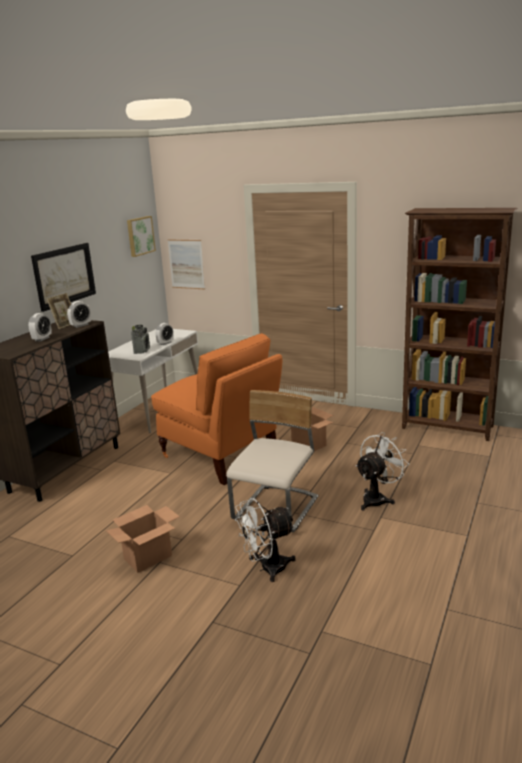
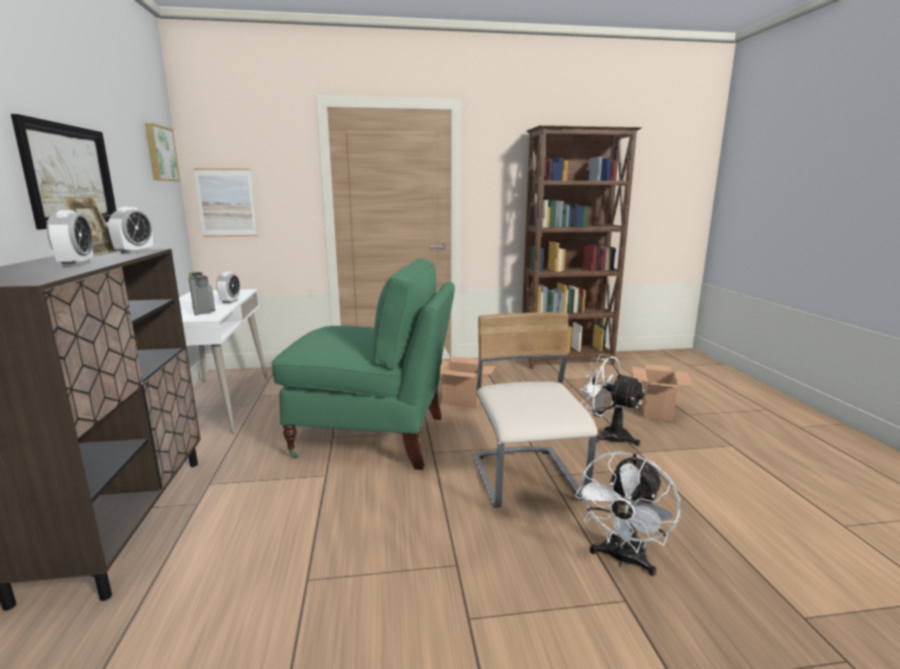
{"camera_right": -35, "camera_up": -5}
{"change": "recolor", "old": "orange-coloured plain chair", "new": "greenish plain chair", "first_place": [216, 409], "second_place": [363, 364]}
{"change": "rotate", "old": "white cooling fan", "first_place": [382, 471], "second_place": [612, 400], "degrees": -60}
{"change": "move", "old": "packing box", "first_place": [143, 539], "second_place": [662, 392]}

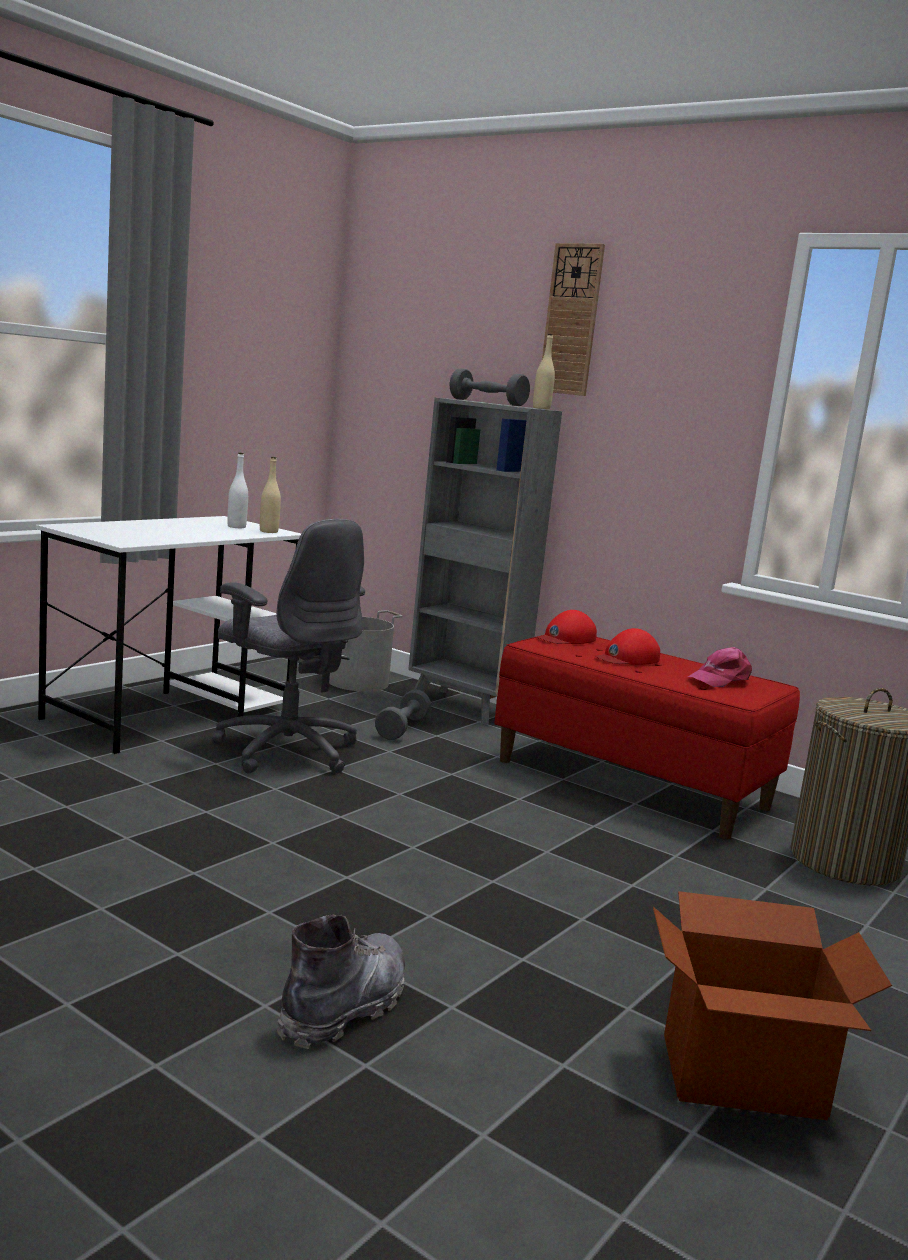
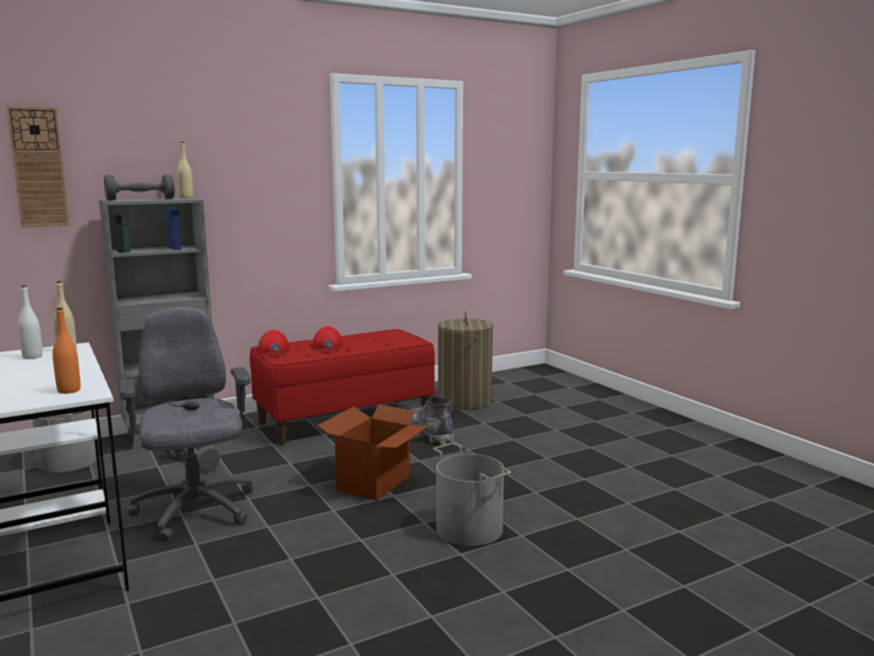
{"camera_right": -65, "camera_up": 0}
{"change": "move", "old": "hanging clock", "first_place": [573, 319], "second_place": [38, 166]}
{"change": "rotate", "old": "gray computer chair", "first_place": [288, 646], "second_place": [186, 424], "degrees": -90}
{"change": "delete", "old": "pink-coloured cap", "first_place": [720, 667]}
{"change": "move", "old": "packing box", "first_place": [772, 1005], "second_place": [373, 452]}
{"change": "move", "old": "gray boot", "first_place": [340, 982], "second_place": [431, 419]}
{"change": "insert", "new": "orange-coloured drink bottle", "second_place": [67, 350]}
{"change": "insert", "new": "gray water bucket", "second_place": [472, 494]}

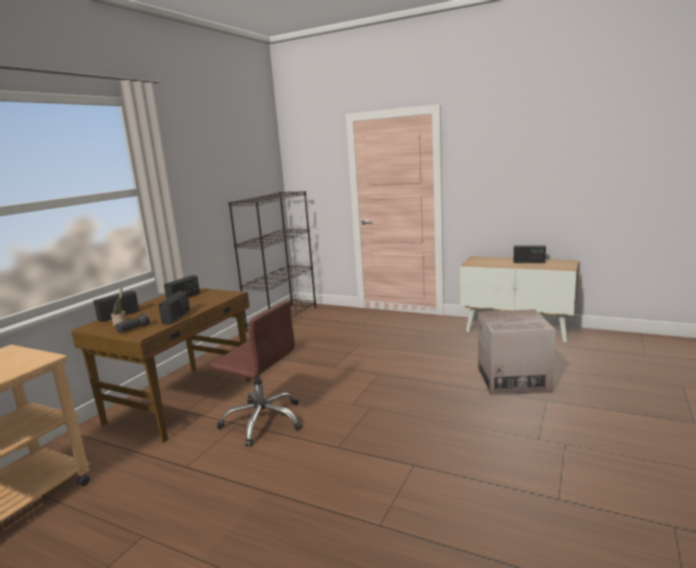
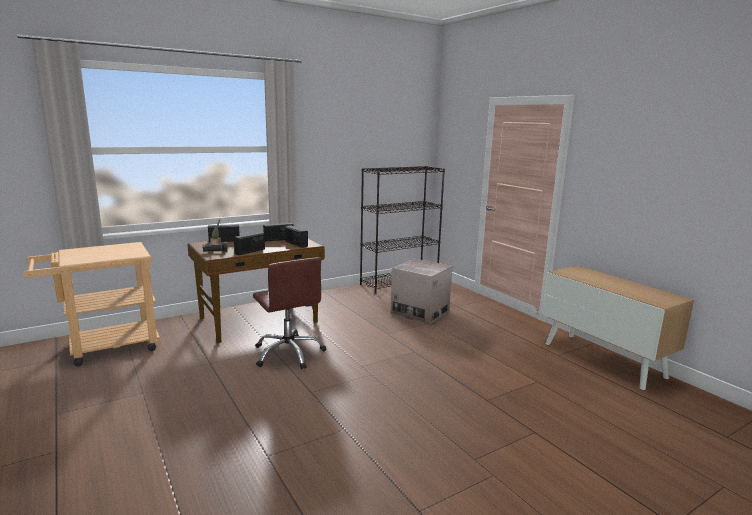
{"camera_right": 30, "camera_up": 0}
{"change": "move", "old": "radio", "first_place": [530, 254], "second_place": [296, 237]}
{"change": "move", "old": "packing box", "first_place": [517, 352], "second_place": [421, 292]}

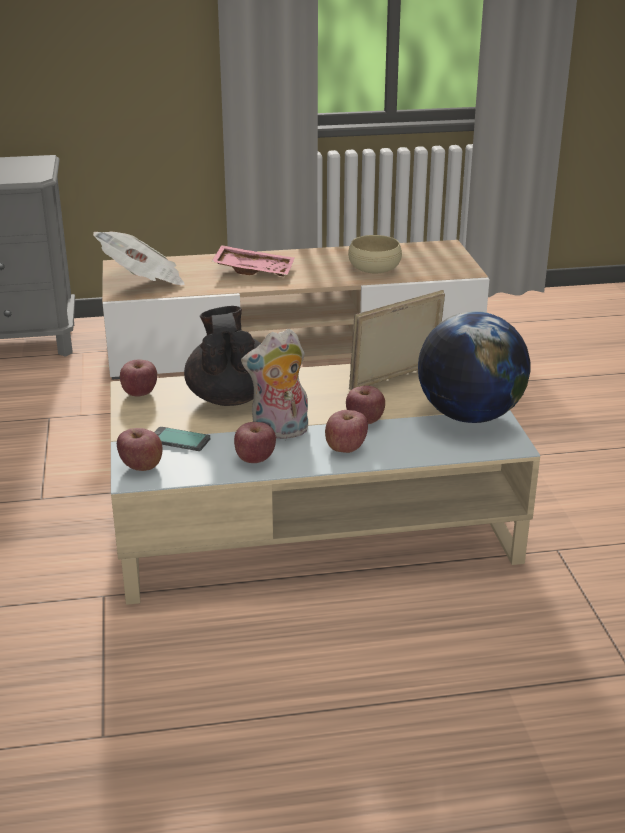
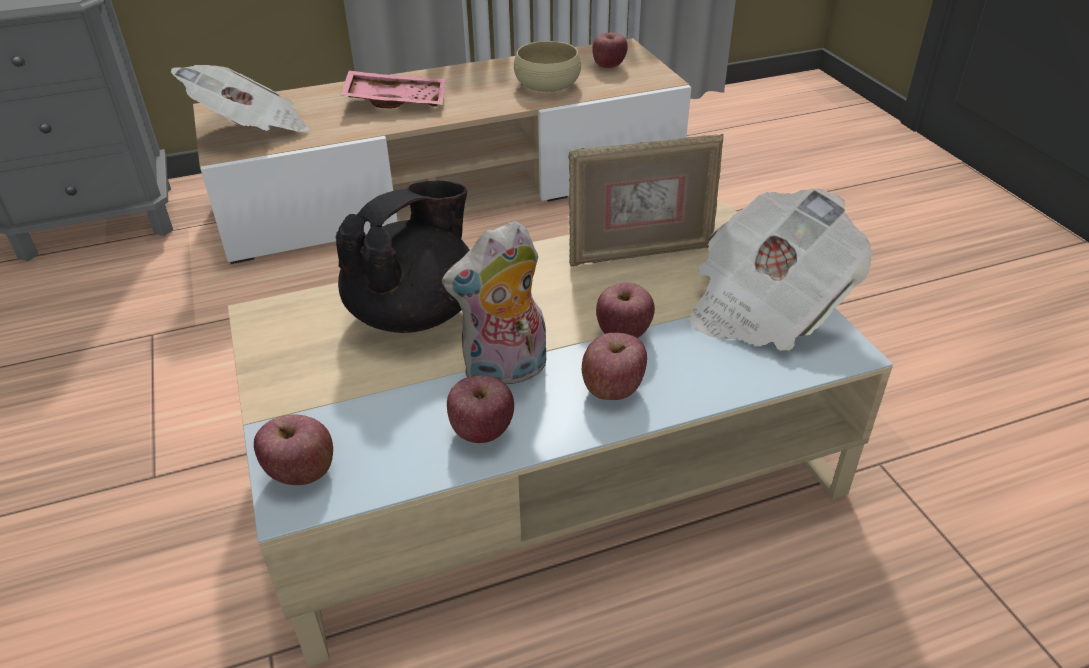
{"camera_right": -10, "camera_up": 10}
{"change": "rotate", "old": "photo frame", "first_place": [397, 340], "second_place": [645, 200], "degrees": -150}
{"change": "rotate", "old": "black-coloured teapot", "first_place": [222, 356], "second_place": [402, 257], "degrees": 60}
{"change": "replace", "old": "globe", "new": "printed paper", "first_place": [474, 367], "second_place": [781, 270]}
{"change": "move", "old": "whole apple", "first_place": [138, 378], "second_place": [610, 50]}
{"change": "delete", "old": "handset", "first_place": [182, 439]}

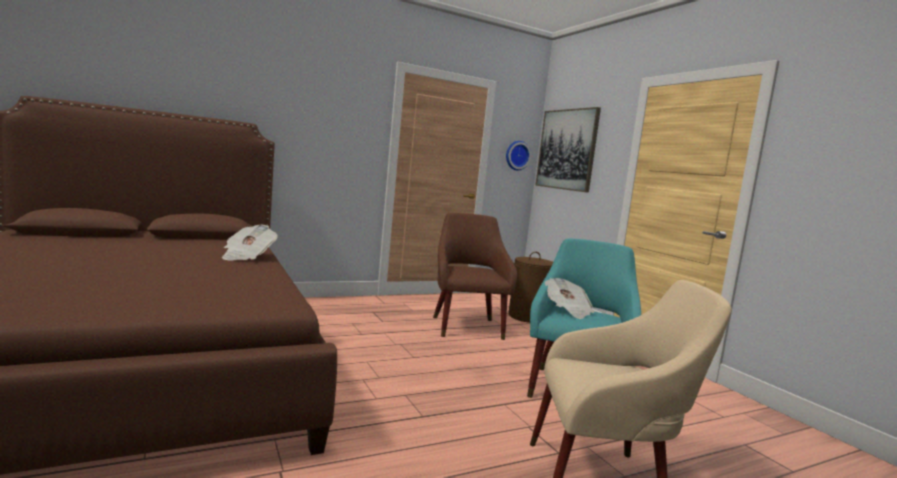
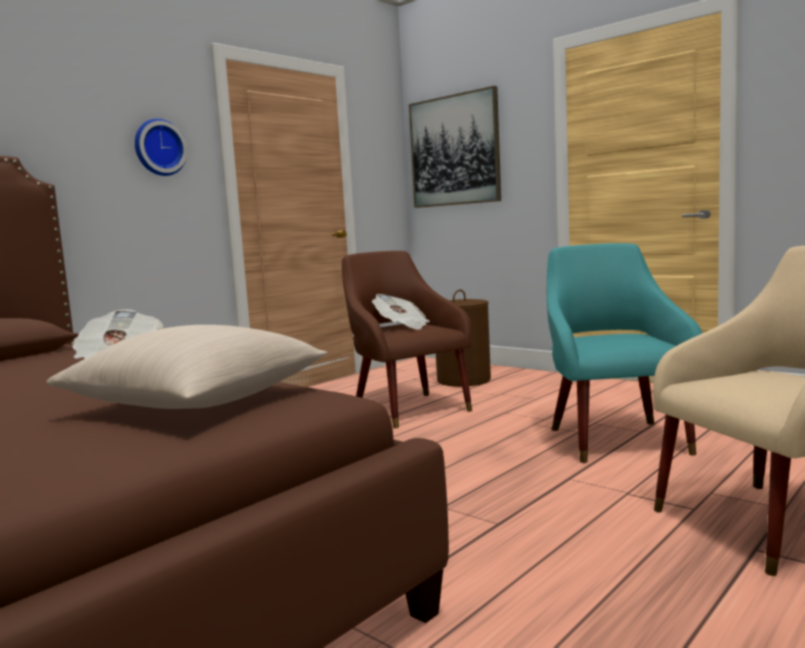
{"camera_right": -20, "camera_up": 0}
{"change": "move", "old": "hanging clock", "first_place": [518, 156], "second_place": [161, 147]}
{"change": "move", "old": "printed paper", "first_place": [570, 298], "second_place": [401, 312]}
{"change": "insert", "new": "beige cushion", "second_place": [187, 367]}

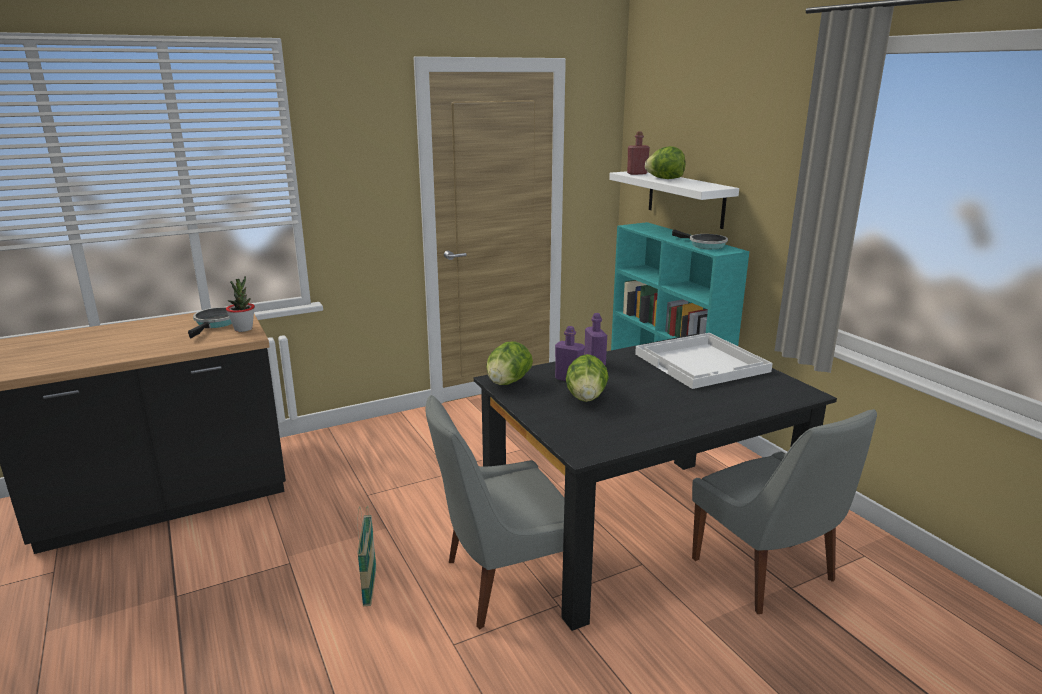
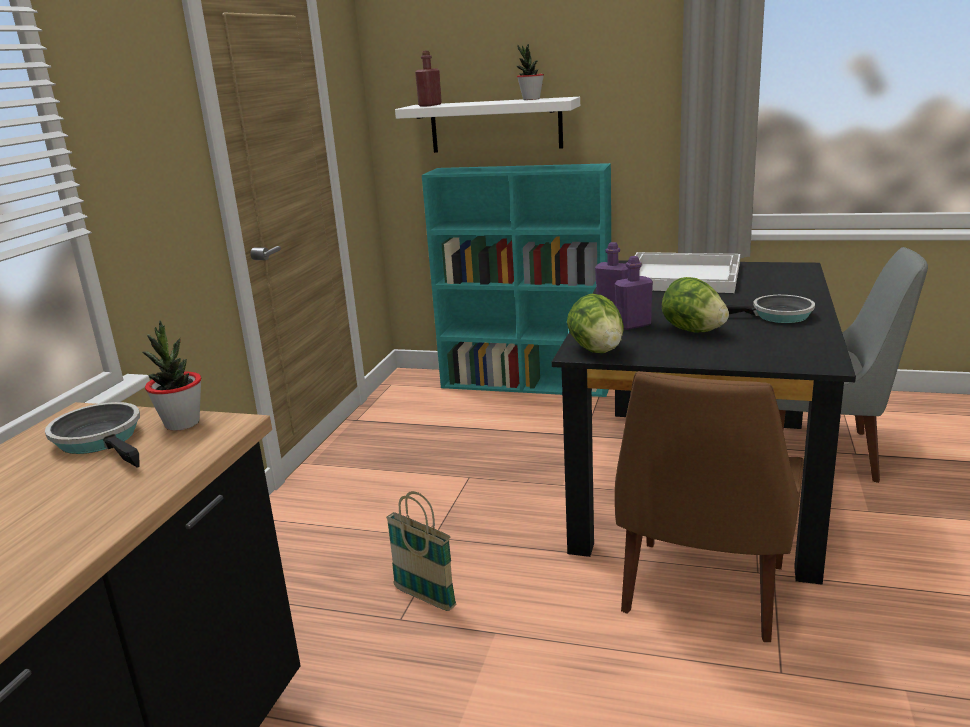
{"camera_right": -45, "camera_up": 0}
{"change": "delete", "old": "lettuce", "first_place": [665, 162]}
{"change": "move", "old": "pan", "first_place": [700, 240], "second_place": [770, 309]}
{"change": "recolor", "old": "gray plain chair", "new": "brown plain chair", "first_place": [495, 512], "second_place": [709, 506]}
{"change": "move", "old": "basket", "first_place": [366, 556], "second_place": [421, 551]}
{"change": "insert", "new": "potted plant", "second_place": [530, 72]}

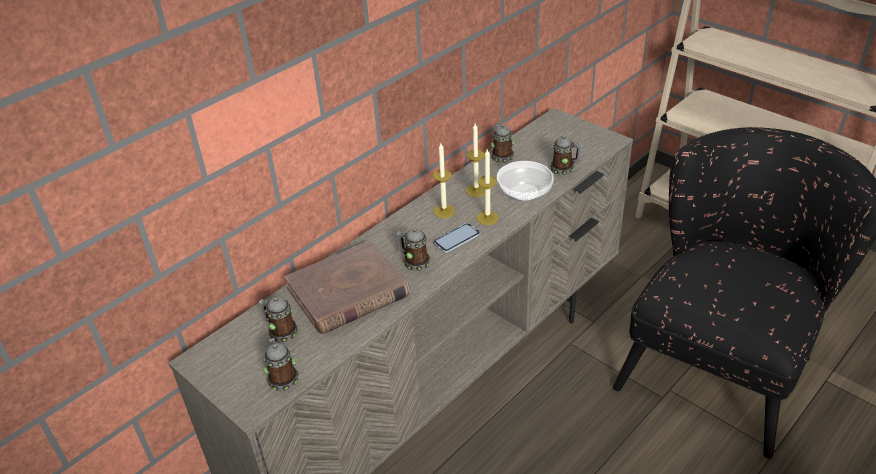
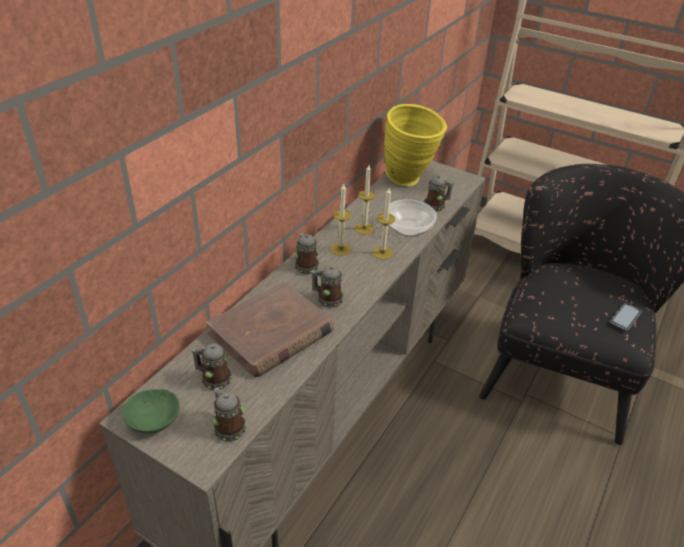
{"camera_right": -15, "camera_up": 0}
{"change": "move", "old": "mug", "first_place": [502, 144], "second_place": [306, 253]}
{"change": "move", "old": "handset", "first_place": [456, 238], "second_place": [626, 316]}
{"change": "insert", "new": "yellow decorative vase", "second_place": [415, 145]}
{"change": "insert", "new": "greenish bowl", "second_place": [151, 411]}

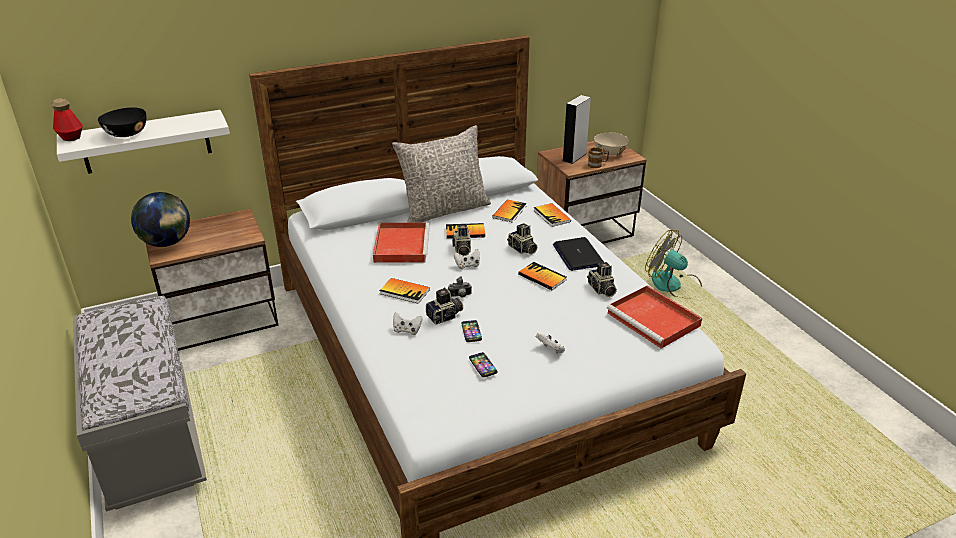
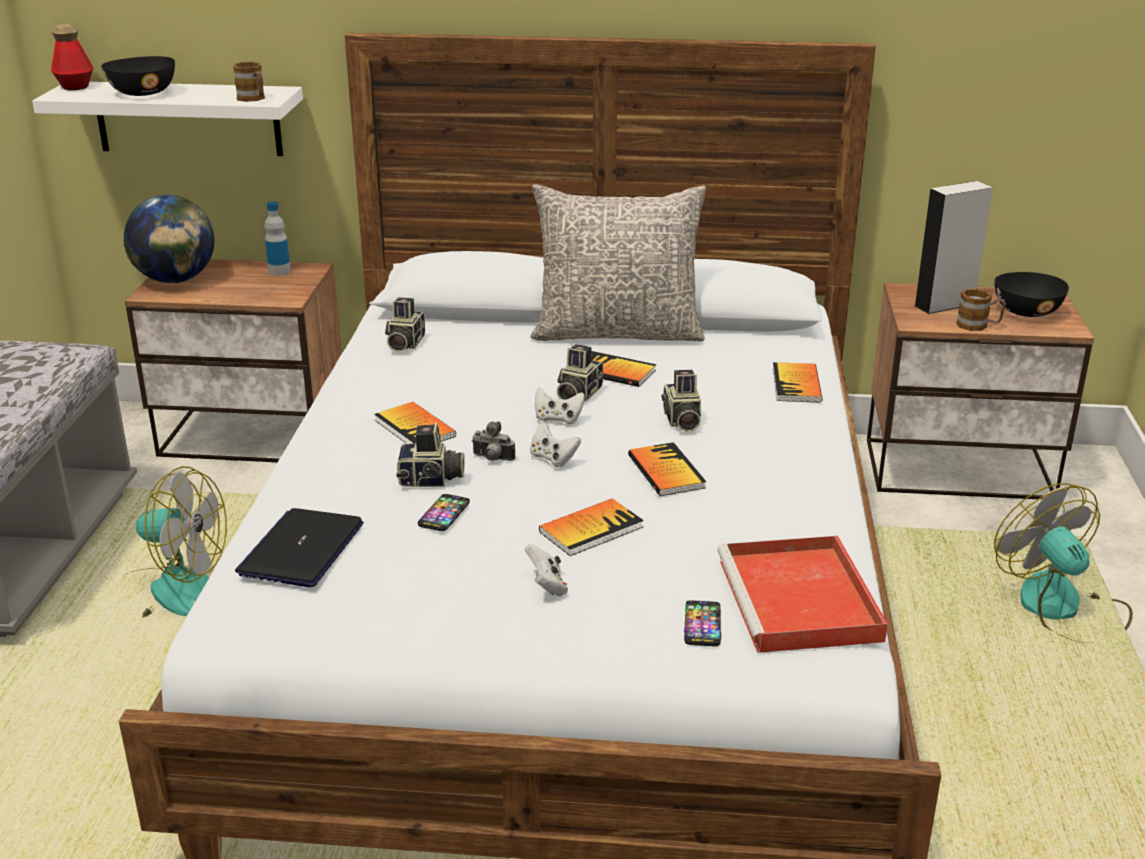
{"camera_right": 30, "camera_up": -5}
{"change": "recolor", "old": "beige bowl", "new": "black-coloured bowl", "first_place": [611, 144], "second_place": [1031, 294]}
{"change": "move", "old": "book", "first_place": [509, 211], "second_place": [591, 527]}
{"change": "delete", "old": "red serving tray", "first_place": [401, 242]}
{"change": "move", "old": "notebook computer", "first_place": [578, 254], "second_place": [299, 547]}
{"change": "move", "old": "photo camera", "first_place": [602, 279], "second_place": [405, 324]}
{"change": "move", "old": "white gamepad", "first_place": [407, 323], "second_place": [555, 444]}
{"change": "move", "old": "handset", "first_place": [483, 364], "second_place": [702, 623]}
{"change": "insert", "new": "mug", "second_place": [249, 82]}
{"change": "insert", "new": "drink bottle", "second_place": [278, 239]}
{"change": "insert", "new": "cooling fan", "second_place": [173, 541]}

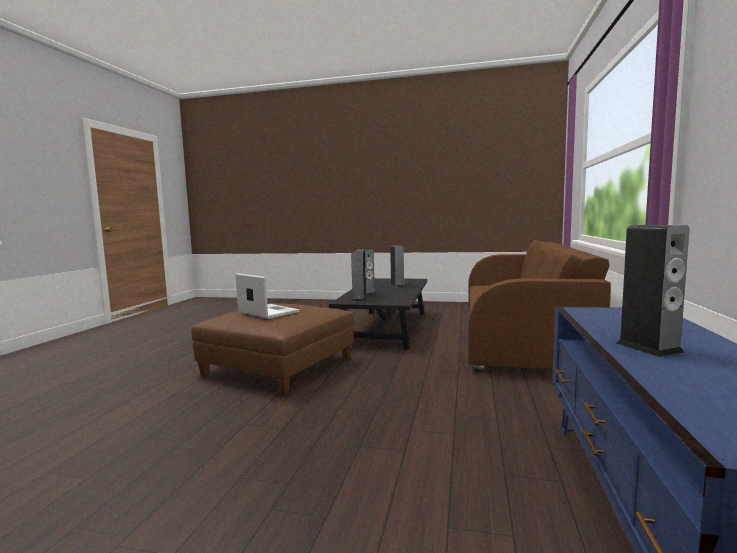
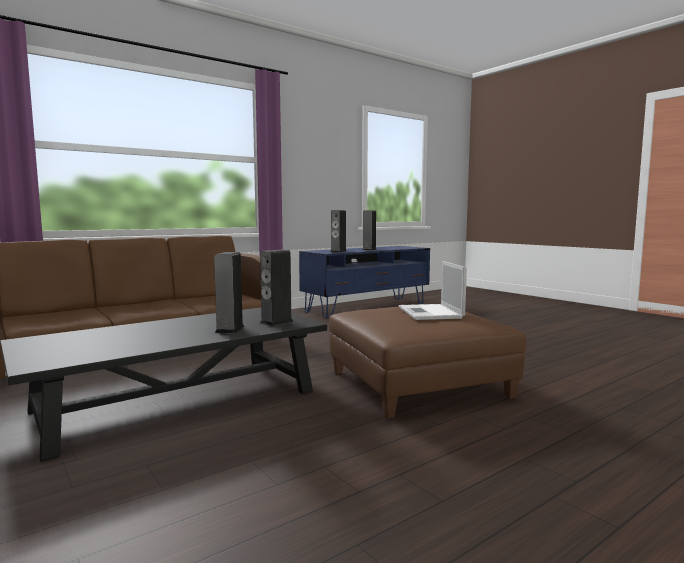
{"camera_right": -140, "camera_up": 0}
{"change": "move", "old": "speaker", "first_place": [397, 266], "second_place": [339, 231]}

